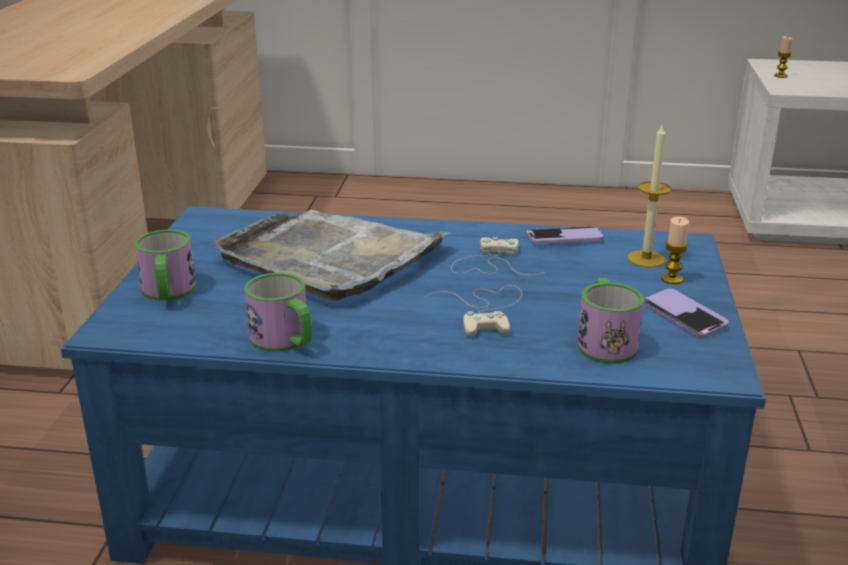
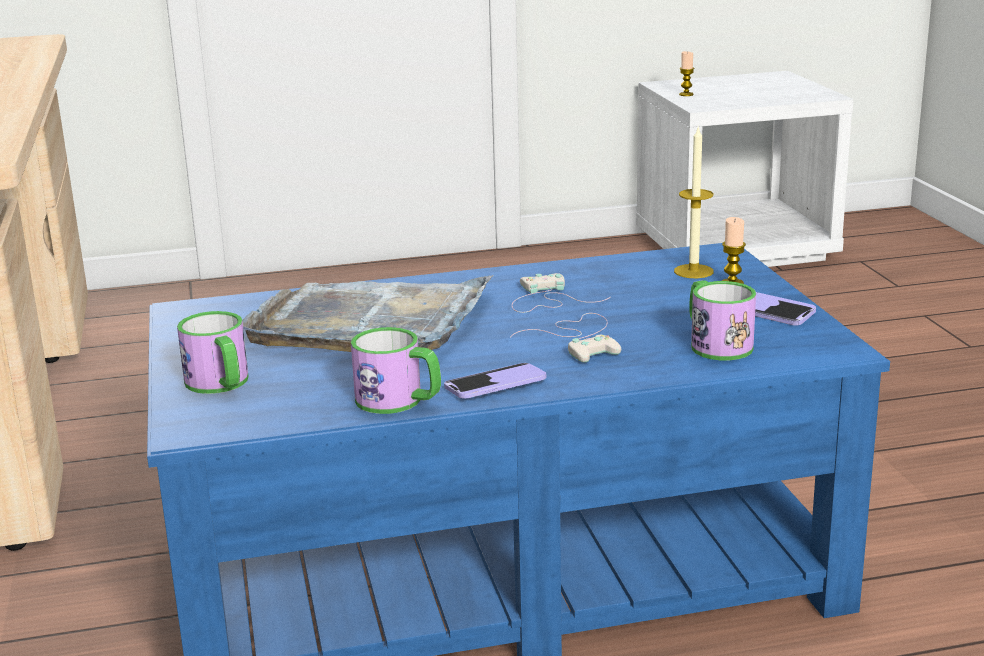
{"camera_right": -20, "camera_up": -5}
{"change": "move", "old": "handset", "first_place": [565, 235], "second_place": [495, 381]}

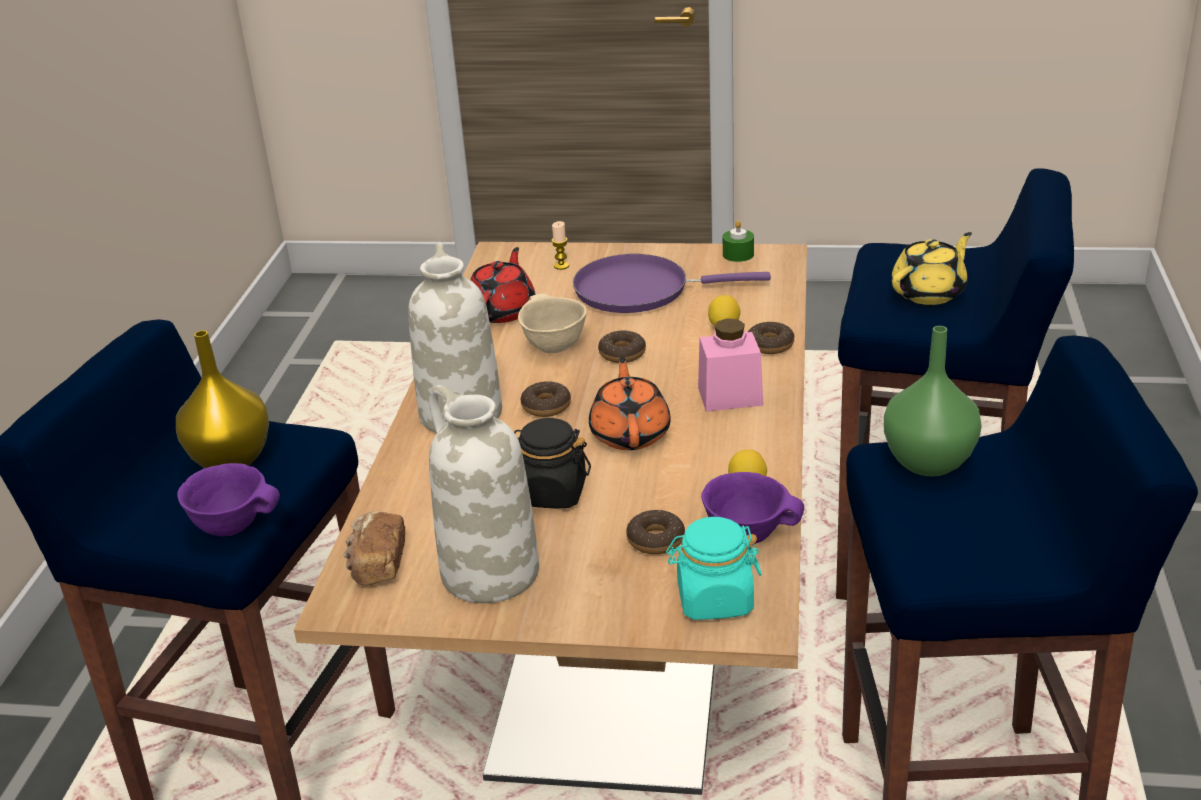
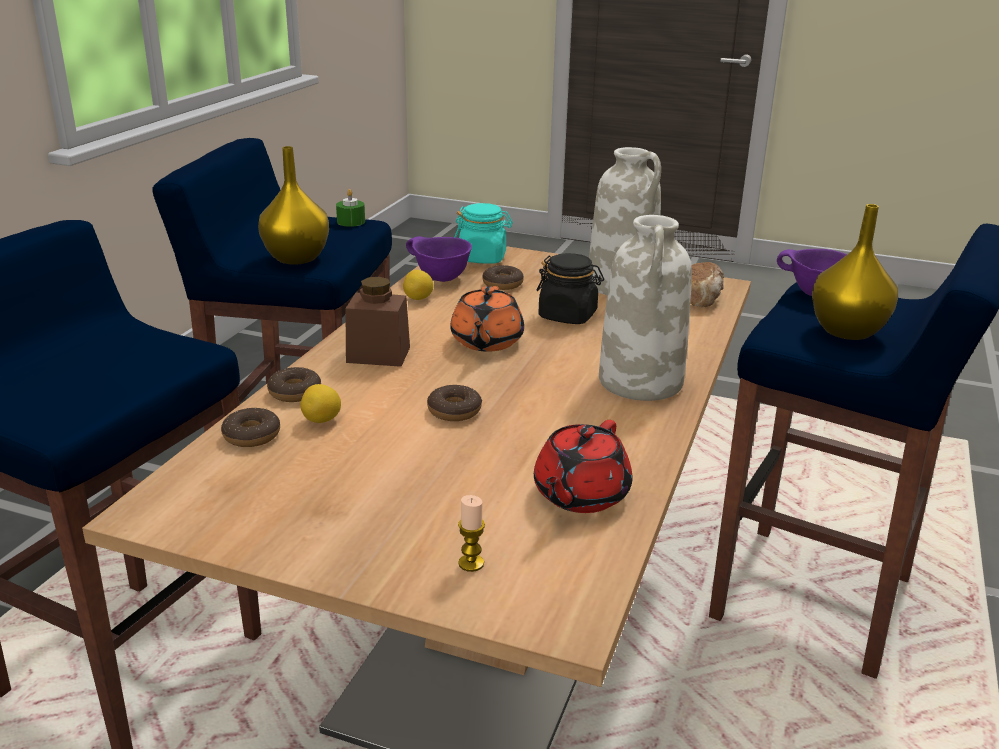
{"camera_right": -170, "camera_up": -5}
{"change": "move", "old": "greenish wax light", "first_place": [738, 241], "second_place": [350, 208]}
{"change": "delete", "old": "yellow teapot", "first_place": [931, 268]}
{"change": "delete", "old": "purple-coloured pan", "first_place": [672, 283]}
{"change": "delete", "old": "beige bowl", "first_place": [552, 323]}
{"change": "recolor", "old": "pink-coloured preserve jar", "new": "brown preserve jar", "first_place": [730, 365], "second_place": [377, 322]}
{"change": "recolor", "old": "greenish decorative vase", "new": "yellow decorative vase", "first_place": [932, 401], "second_place": [293, 205]}
{"change": "move", "old": "ring doughnut", "first_place": [546, 399], "second_place": [250, 427]}

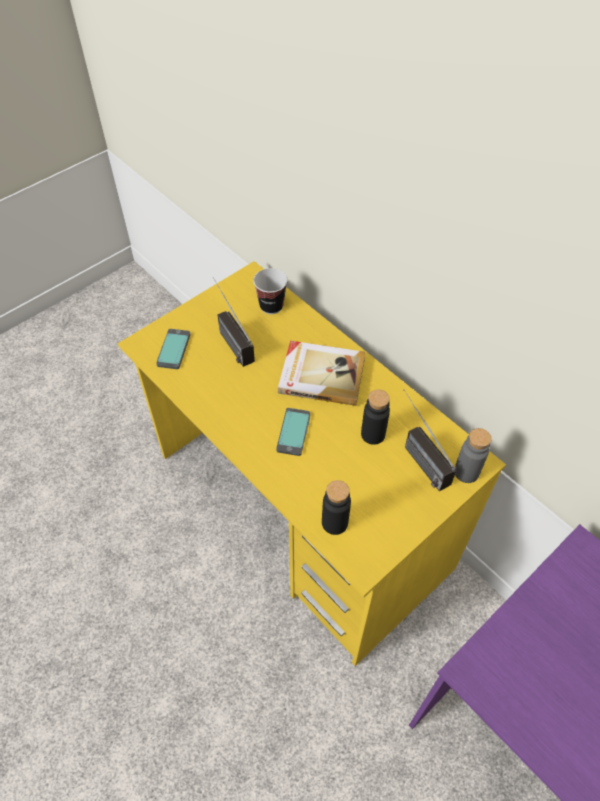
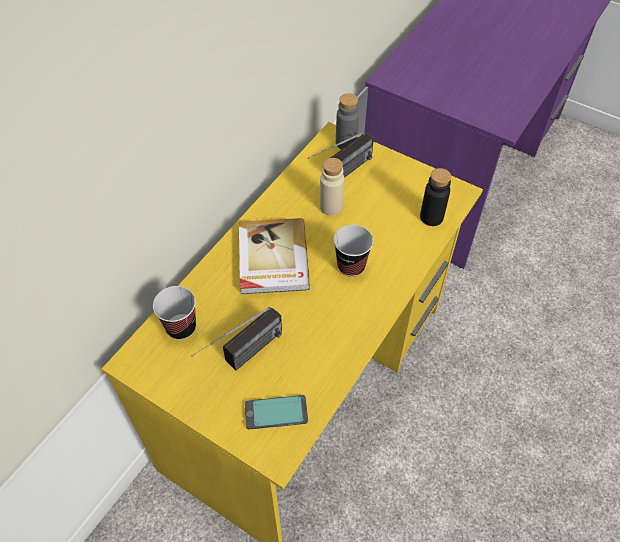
{"camera_right": -105, "camera_up": 0}
{"change": "recolor", "old": "black-coloured drink bottle", "new": "beige drink bottle", "first_place": [375, 417], "second_place": [332, 187]}
{"change": "replace", "old": "handset", "new": "cup", "first_place": [293, 432], "second_place": [353, 251]}

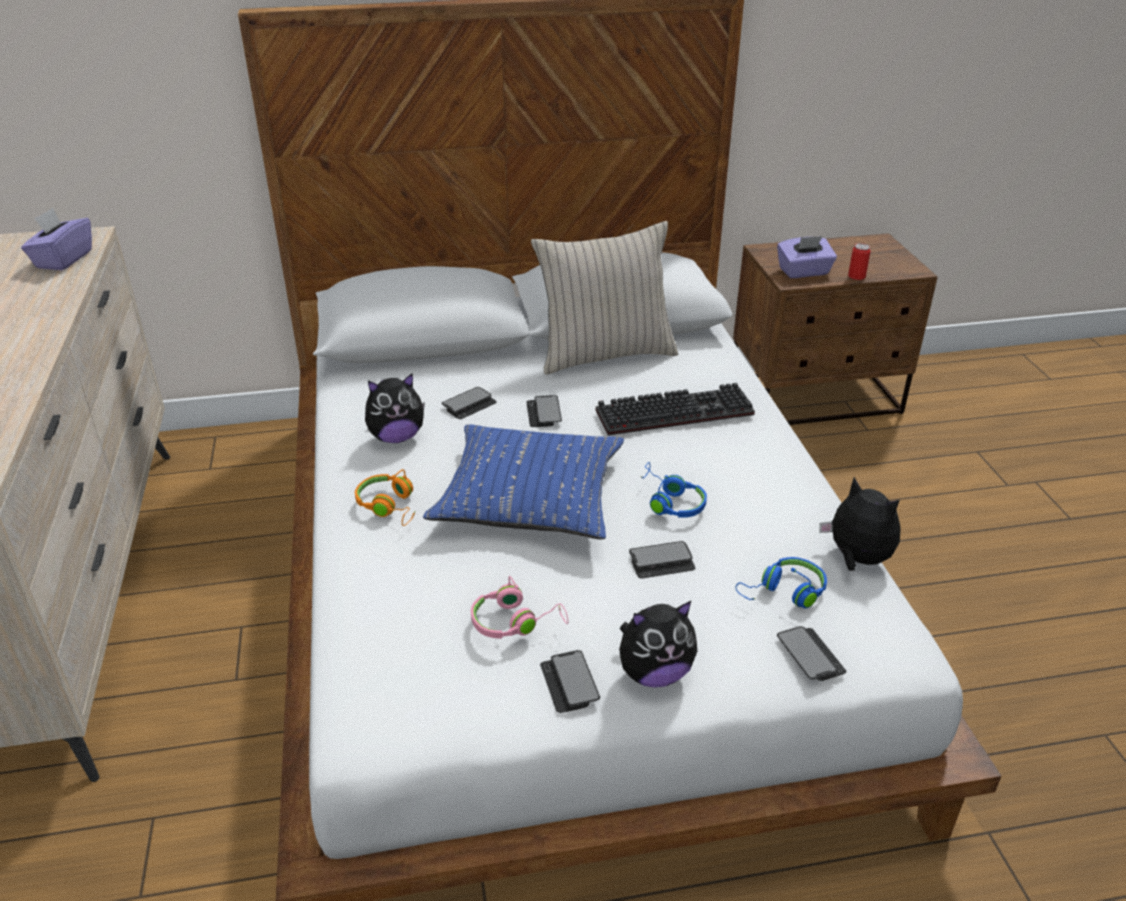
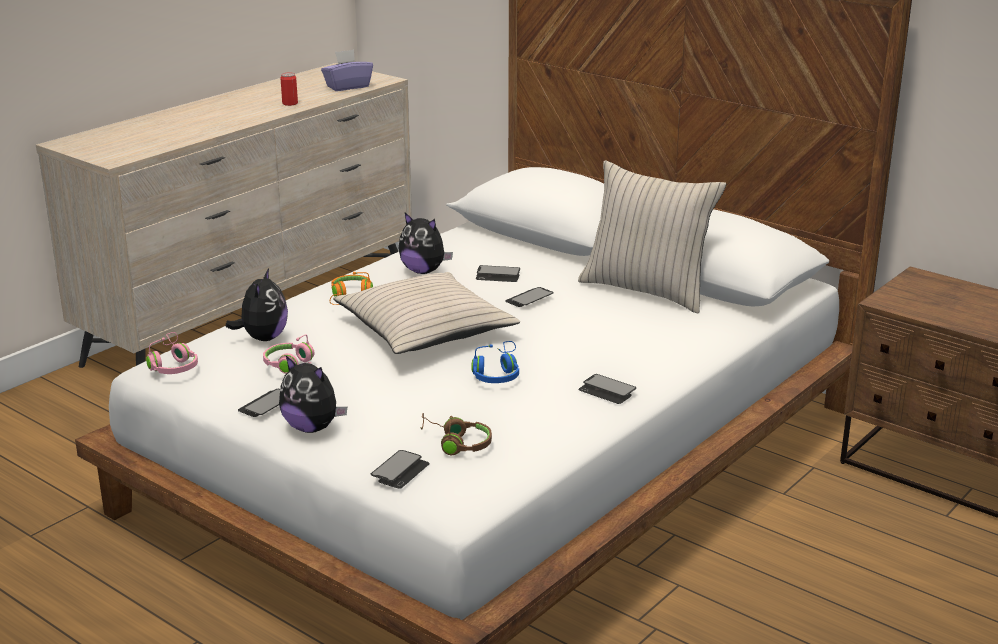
{"camera_right": 50, "camera_up": -10}
{"change": "delete", "old": "purple-coloured box of tissues", "first_place": [807, 257]}
{"change": "move", "old": "metal can", "first_place": [859, 261], "second_place": [289, 89]}
{"change": "delete", "old": "computer keyboard", "first_place": [675, 409]}
{"change": "recolor", "old": "blue cushion", "new": "beige cushion", "first_place": [523, 482], "second_place": [426, 313]}
{"change": "move", "old": "plush toy", "first_place": [860, 524], "second_place": [256, 304]}
{"change": "move", "old": "handset", "first_place": [662, 560], "second_place": [607, 389]}
{"change": "recolor", "old": "blue headset", "new": "brown headset", "first_place": [781, 583], "second_place": [456, 434]}
{"change": "insert", "new": "pink-coloured headset", "second_place": [172, 353]}

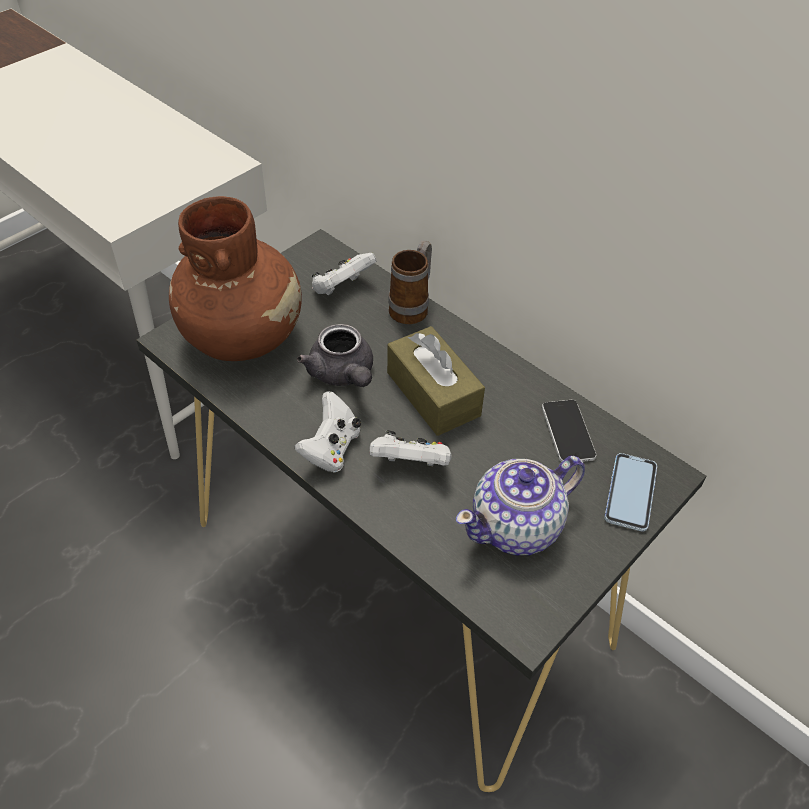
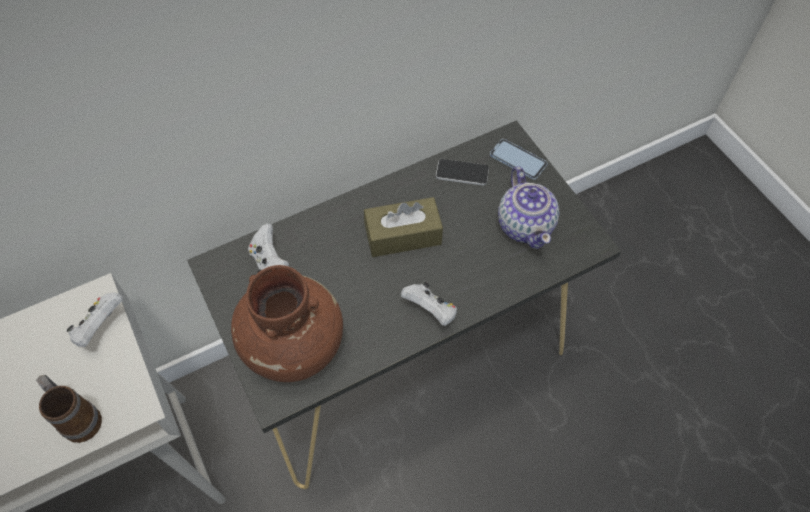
{"camera_right": -70, "camera_up": 10}
{"change": "move", "old": "mug", "first_place": [410, 282], "second_place": [69, 409]}
{"change": "delete", "old": "gray teapot", "first_place": [335, 355]}
{"change": "move", "old": "white gamepad", "first_place": [411, 448], "second_place": [95, 320]}

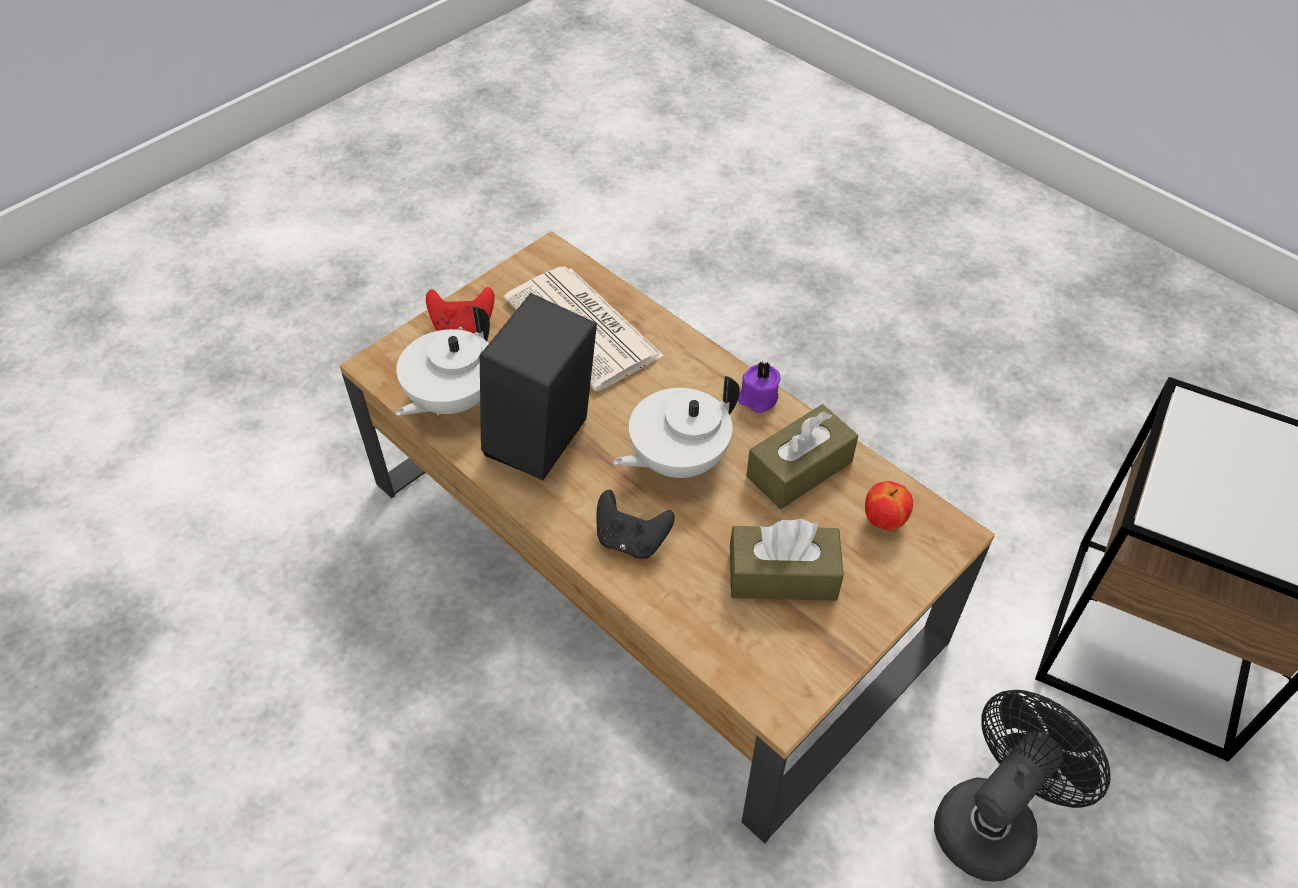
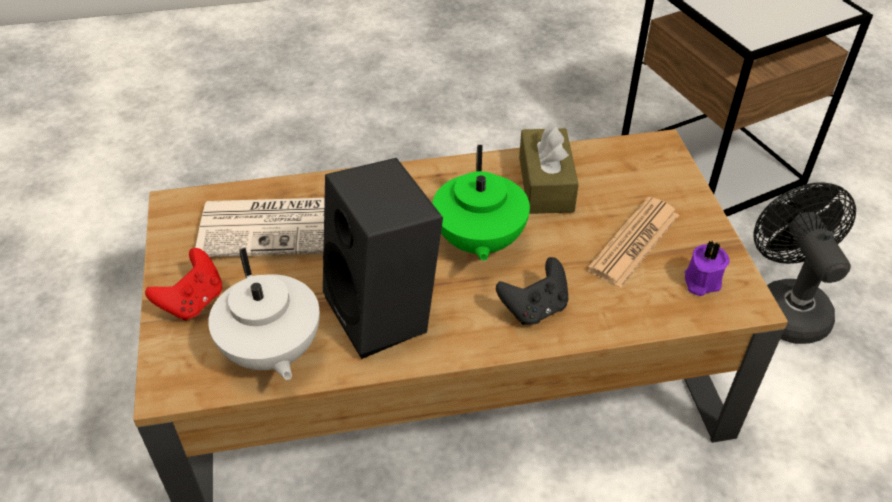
{"camera_right": -55, "camera_up": -5}
{"change": "move", "old": "purple-coloured wax light", "first_place": [759, 387], "second_place": [707, 268]}
{"change": "recolor", "old": "white teapot", "new": "greenish teapot", "first_place": [676, 427], "second_place": [481, 203]}
{"change": "delete", "old": "whole apple", "first_place": [889, 506]}
{"change": "replace", "old": "brown box of tissues", "new": "printed paper", "first_place": [787, 560], "second_place": [633, 242]}

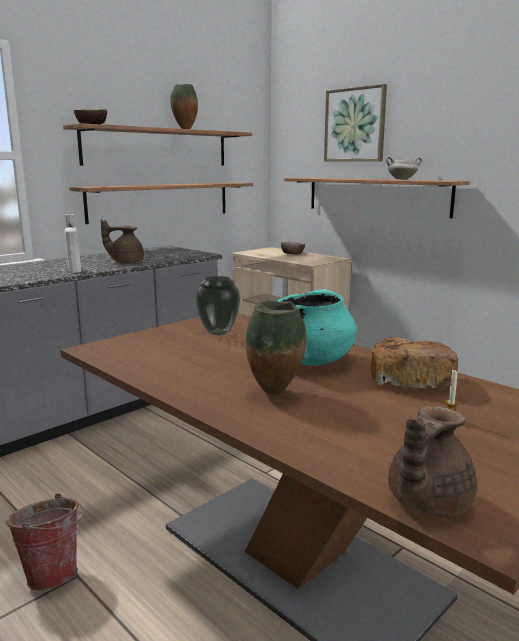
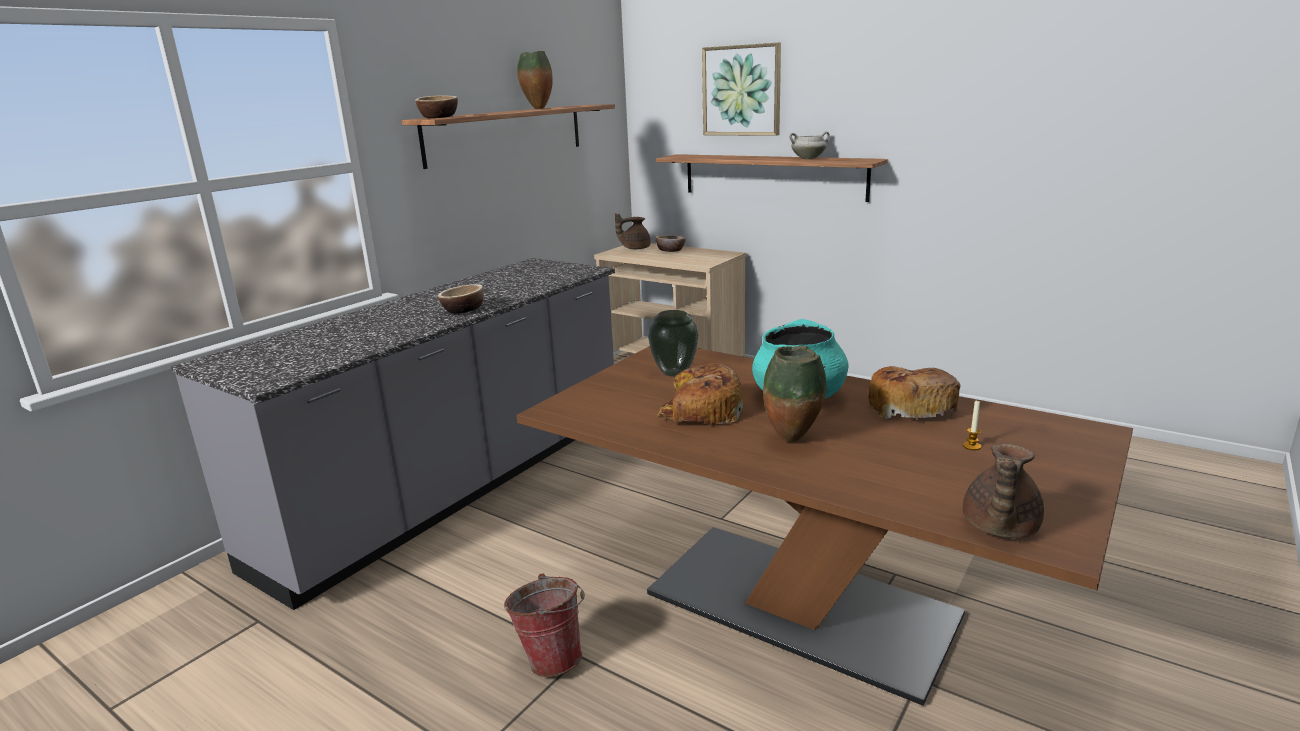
{"camera_right": -10, "camera_up": 5}
{"change": "delete", "old": "wall shelf", "first_place": [161, 203]}
{"change": "replace", "old": "white drink bottle", "new": "bowl", "first_place": [73, 243], "second_place": [461, 299]}
{"change": "move", "old": "brown teapot", "first_place": [122, 241], "second_place": [633, 231]}
{"change": "insert", "new": "bread", "second_place": [700, 394]}

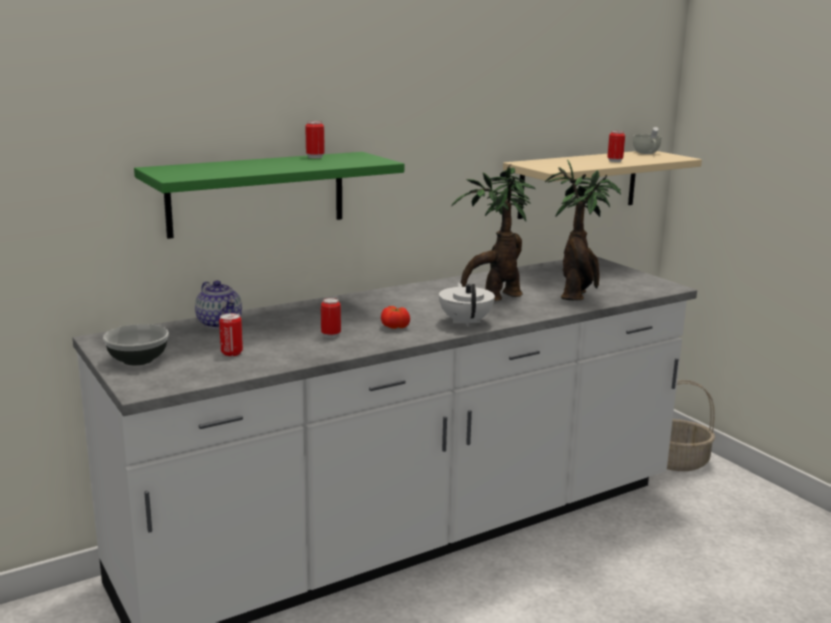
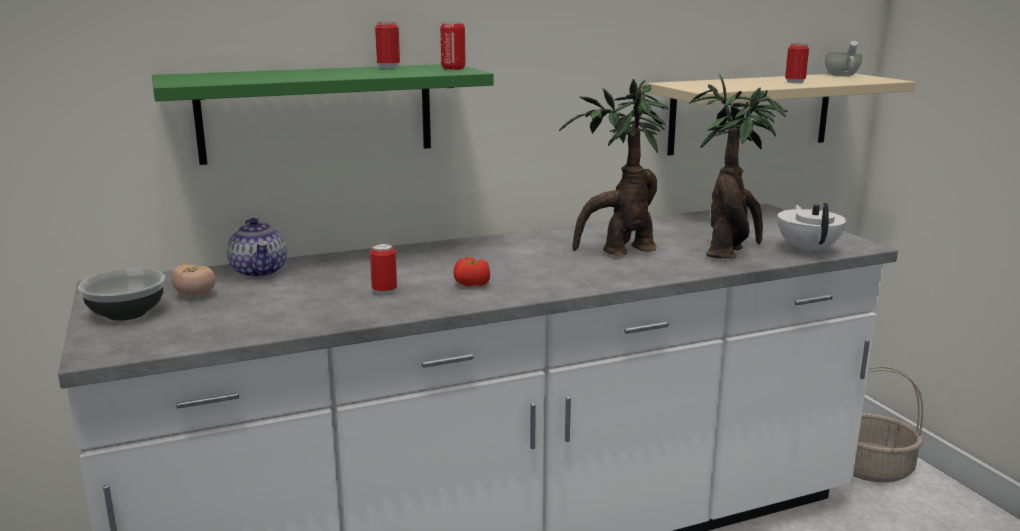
{"camera_right": 10, "camera_up": 0}
{"change": "move", "old": "white teapot", "first_place": [467, 304], "second_place": [812, 229]}
{"change": "move", "old": "metal can", "first_place": [231, 334], "second_place": [453, 46]}
{"change": "insert", "new": "whole tomato", "second_place": [193, 280]}

